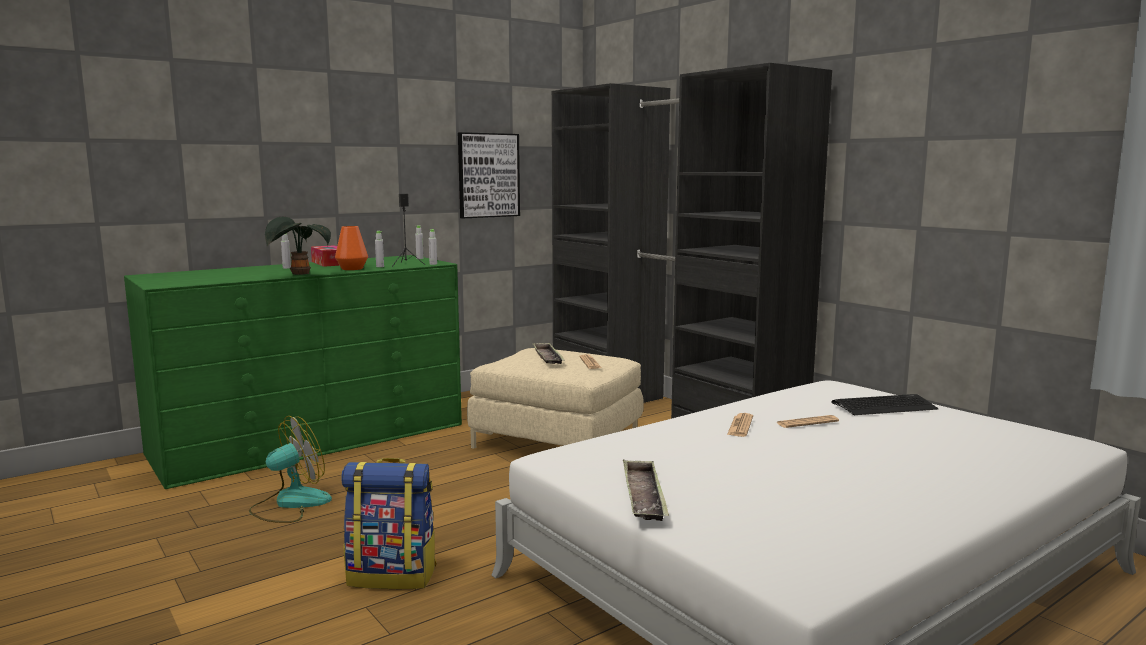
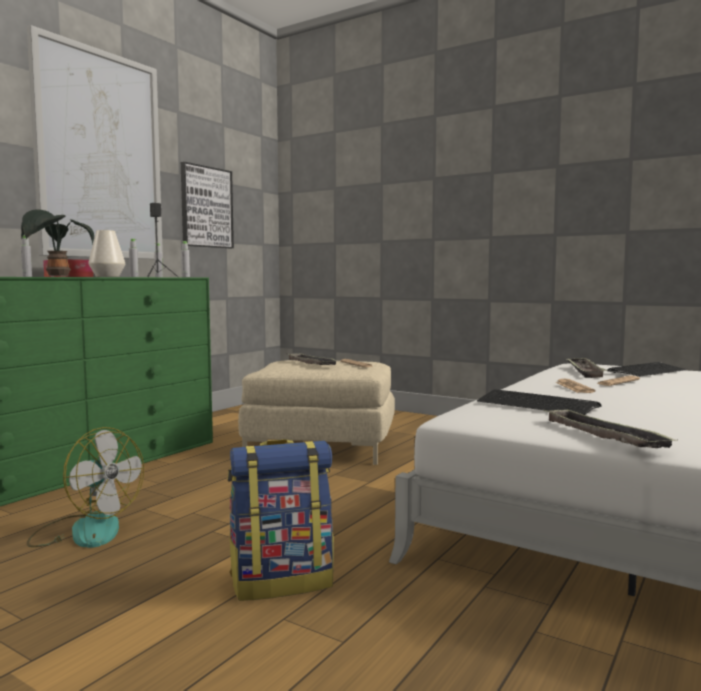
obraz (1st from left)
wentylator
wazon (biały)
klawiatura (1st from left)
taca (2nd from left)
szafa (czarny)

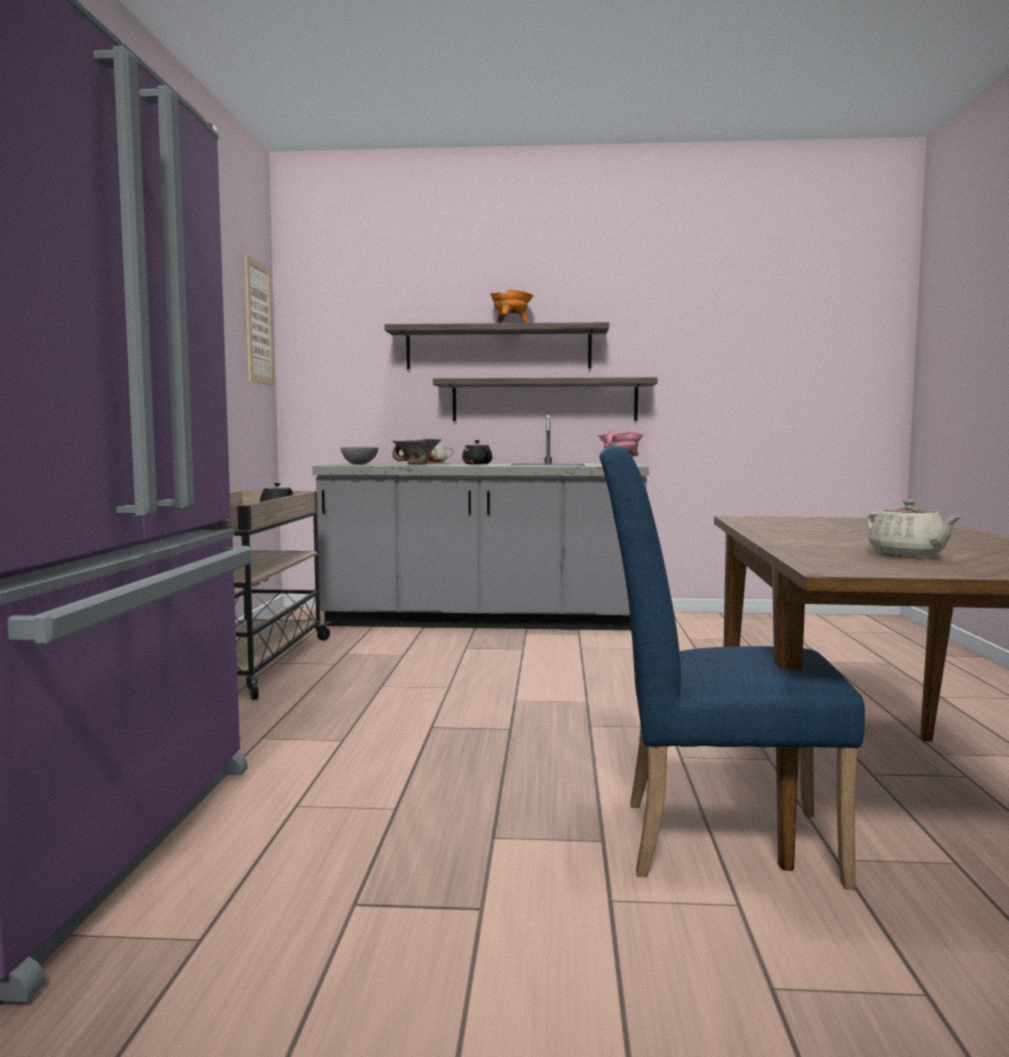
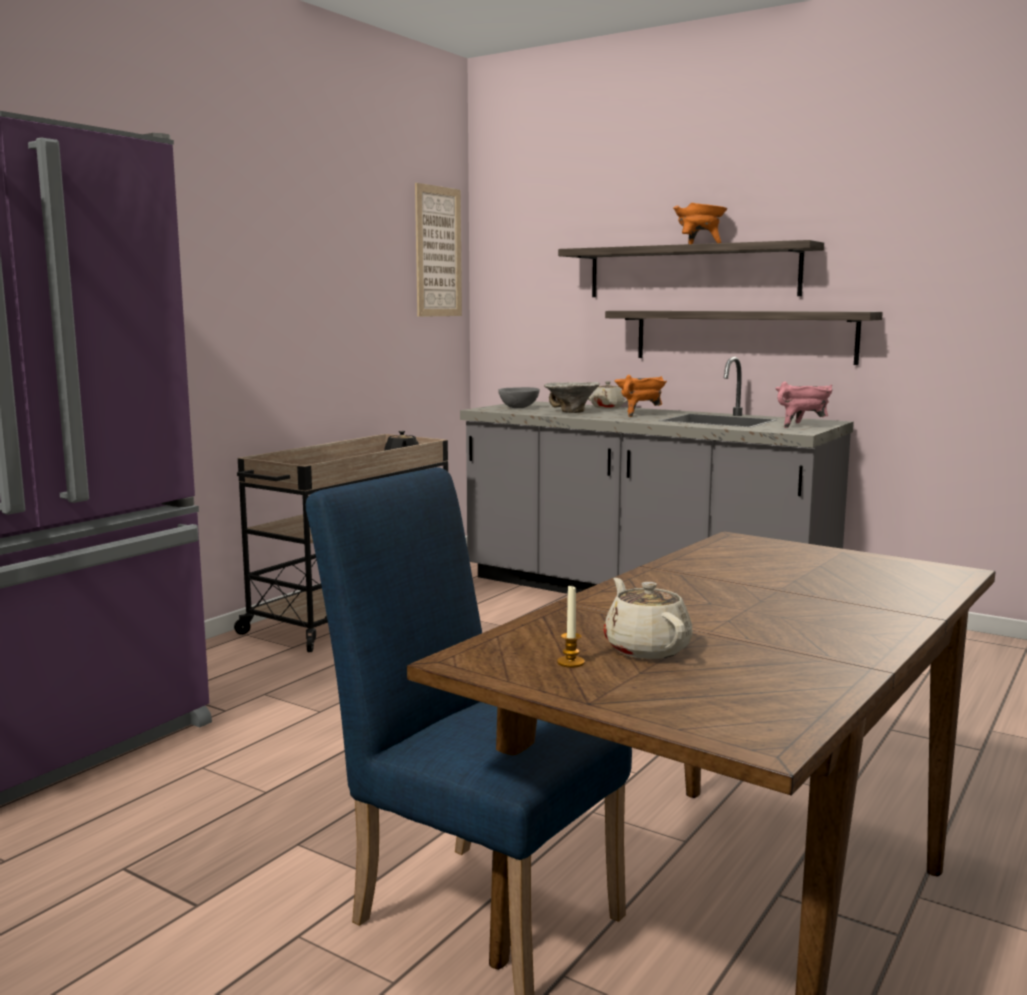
świeca
imbryk (beżowy) (2nd from left)
garnek (pomarańczowy) (1st from left)

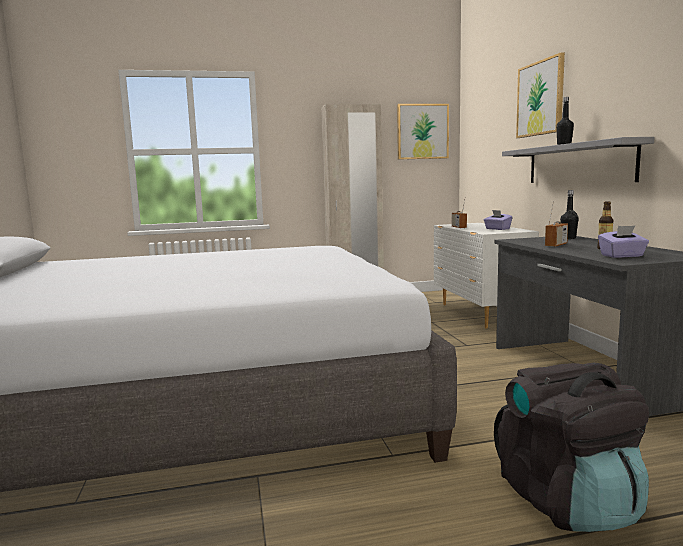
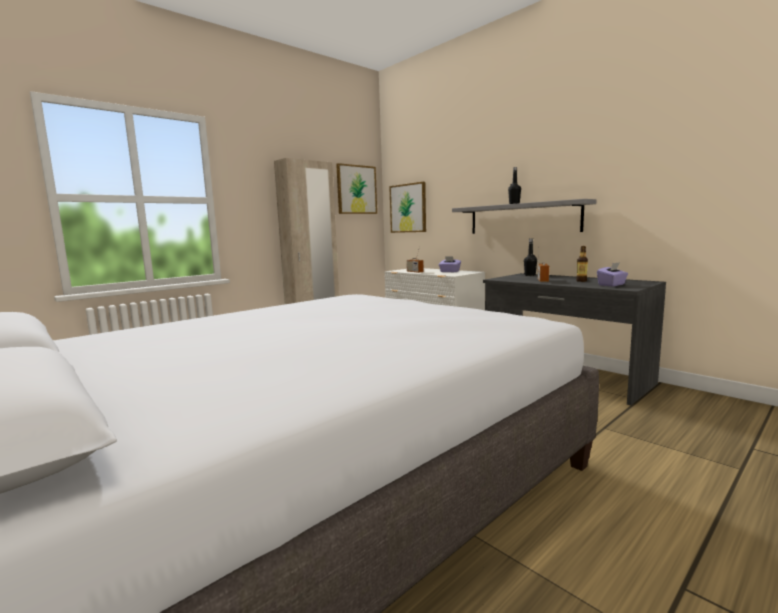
obraz (2nd from left)
plecak (czarny)

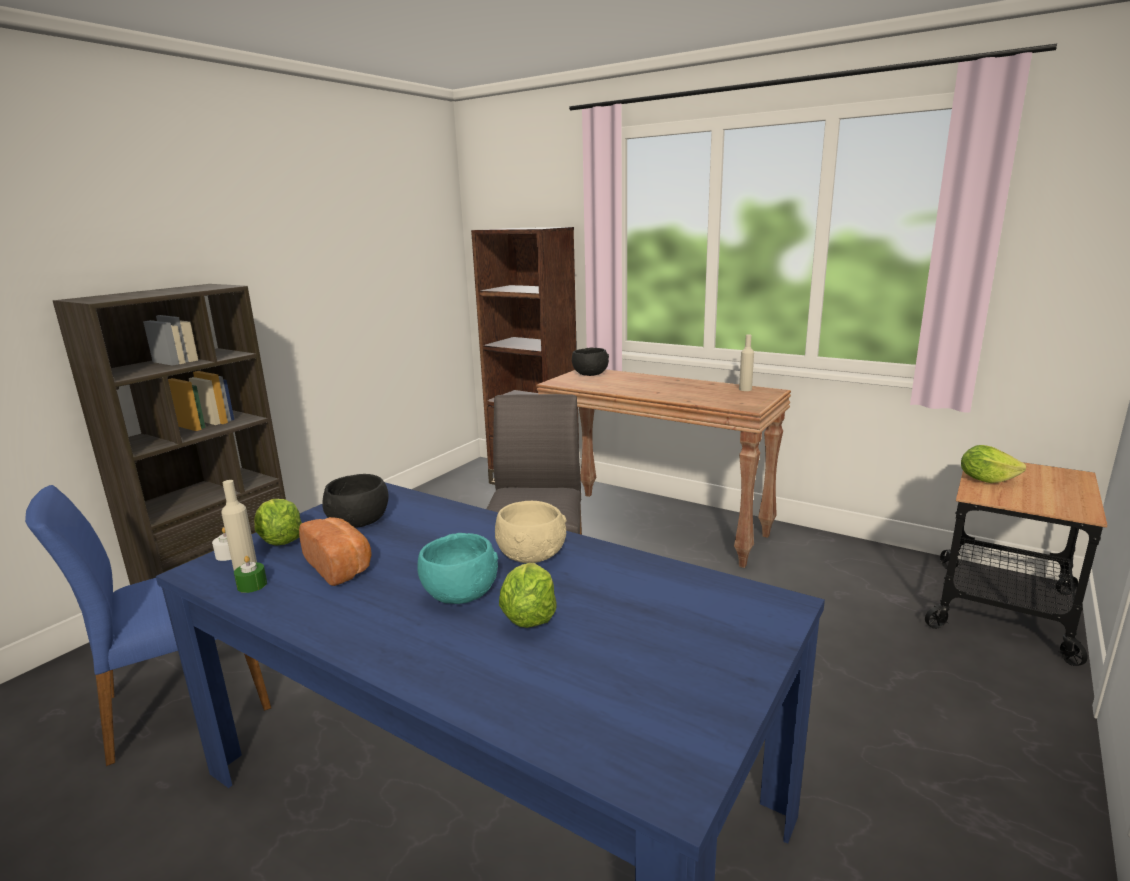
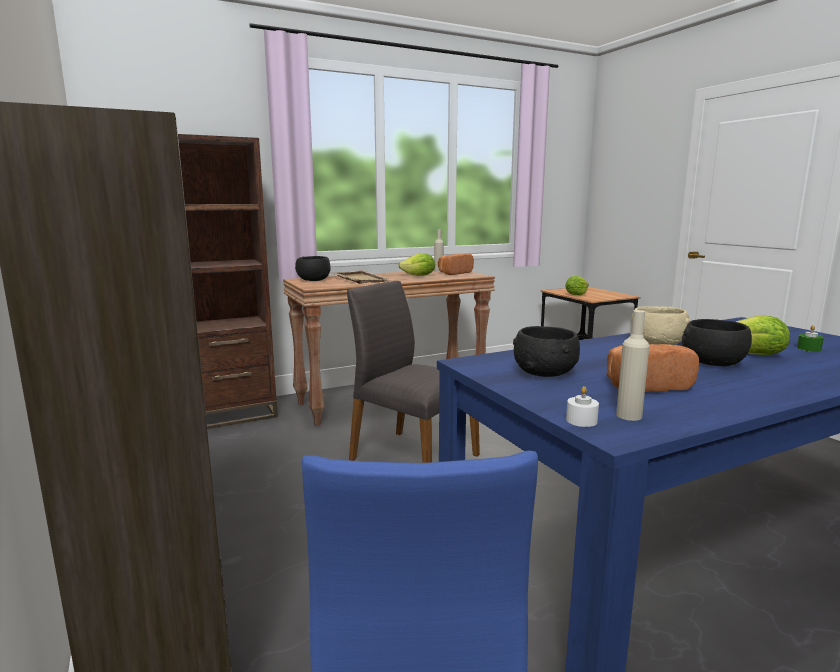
taca (beżowy)
sałata (1st from left)
chleb (1st from left)
miska (czarny) (3rd from left)
świeca (zielony)

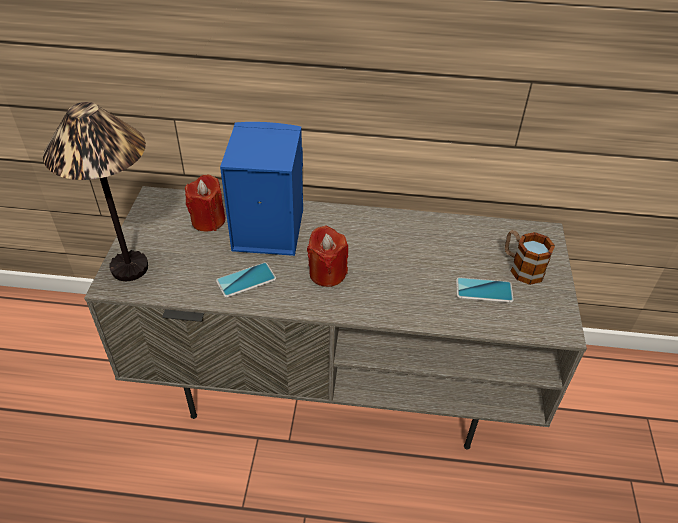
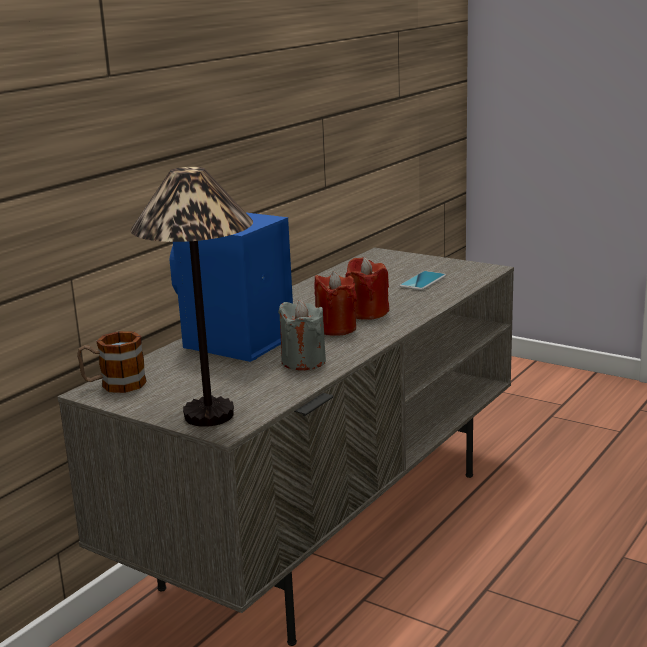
kubek
świeca (szary)
świeca (czerwony) (2nd from left)

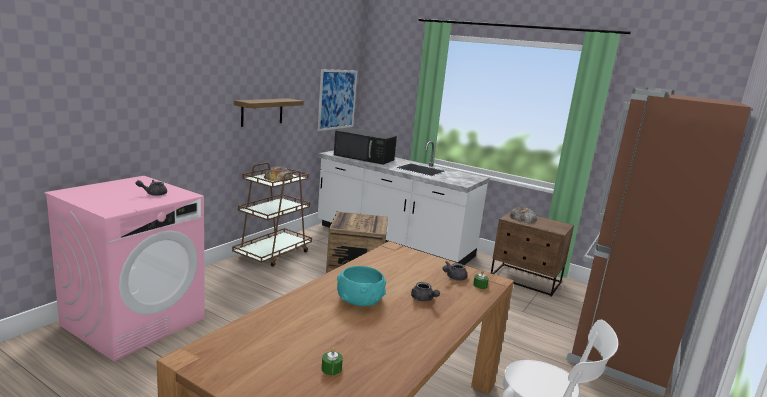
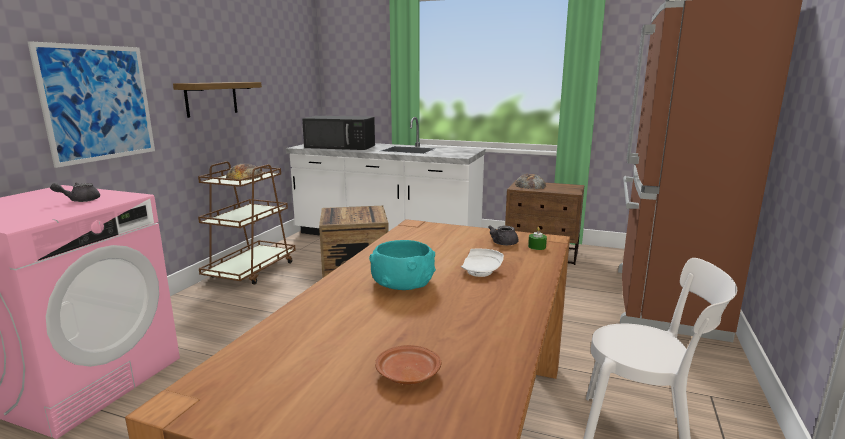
obraz
talerz (brązowy)
talerz (biały)

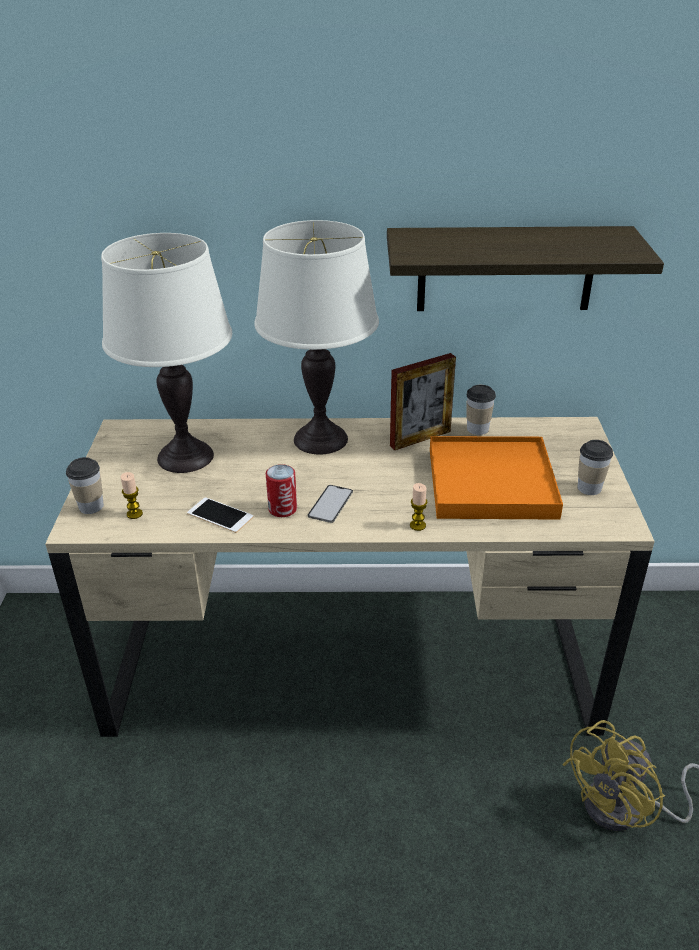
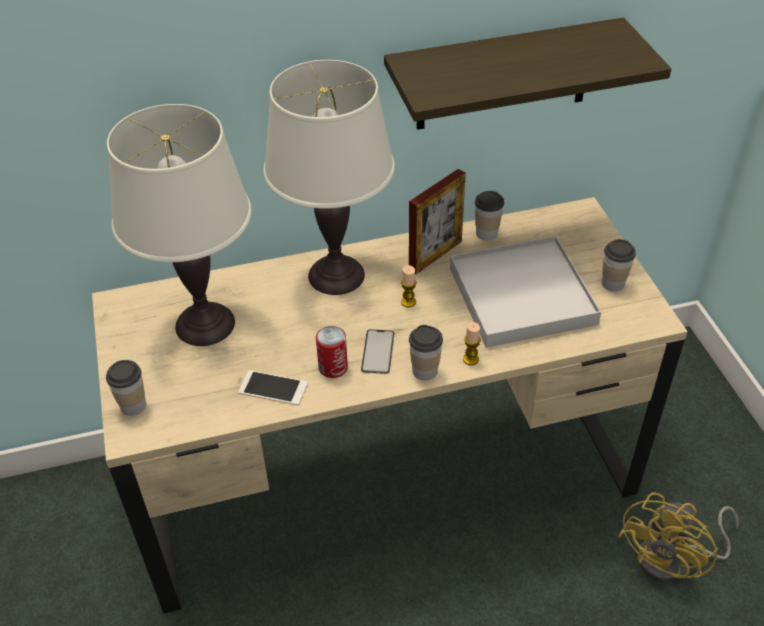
świeca (1st from left)
filiżanka (2nd from left)
taca (biały)

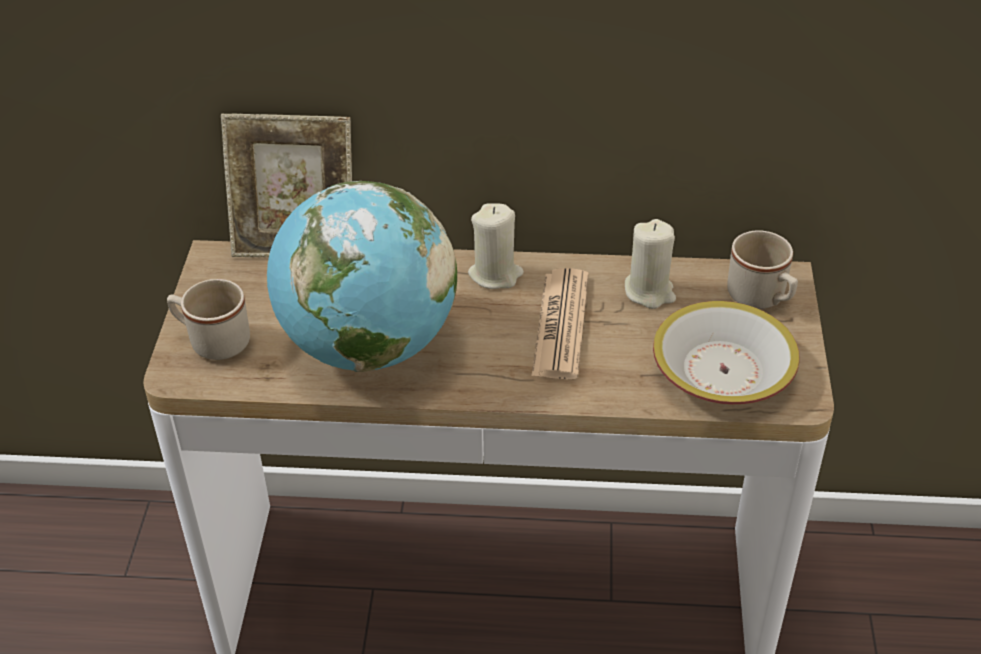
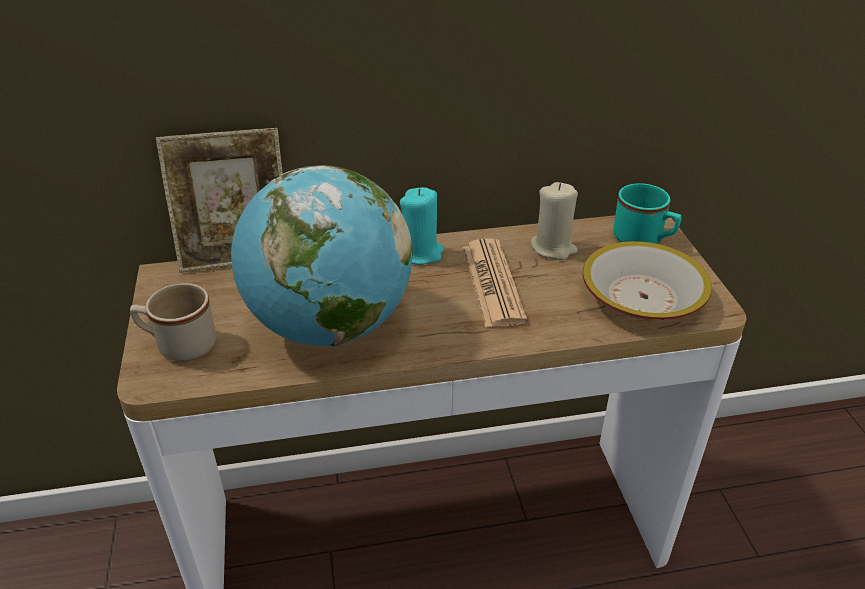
świeca (turkusowy)
kubek (turkusowy)

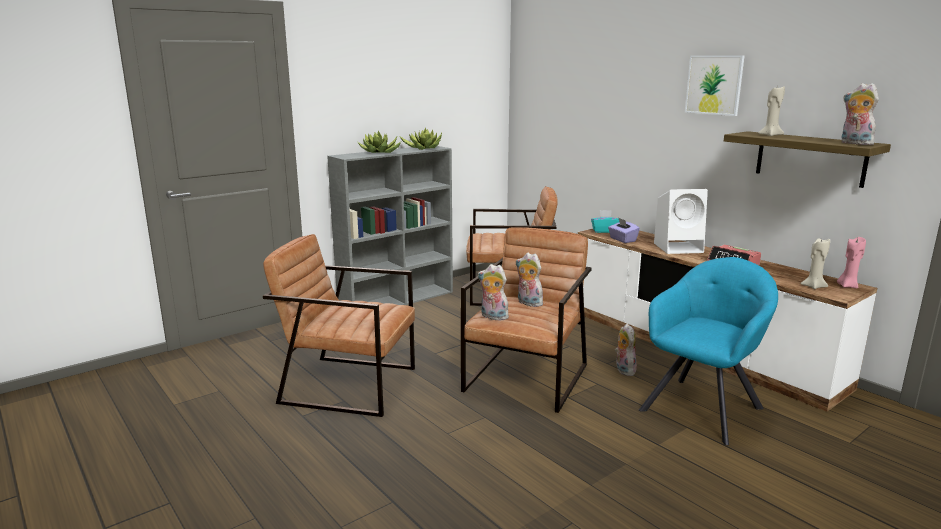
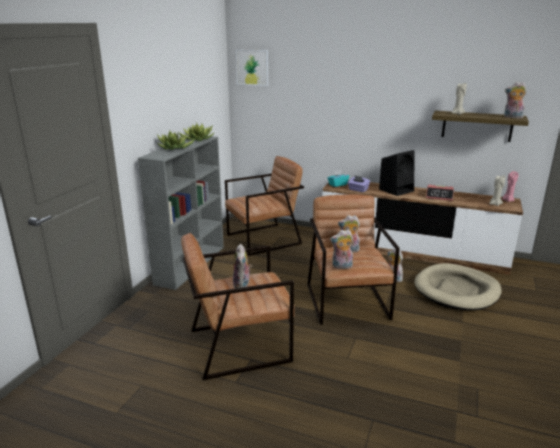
pluszak (1st from left)
obraz
głośnik (czarny)
legowisko (beżowy)

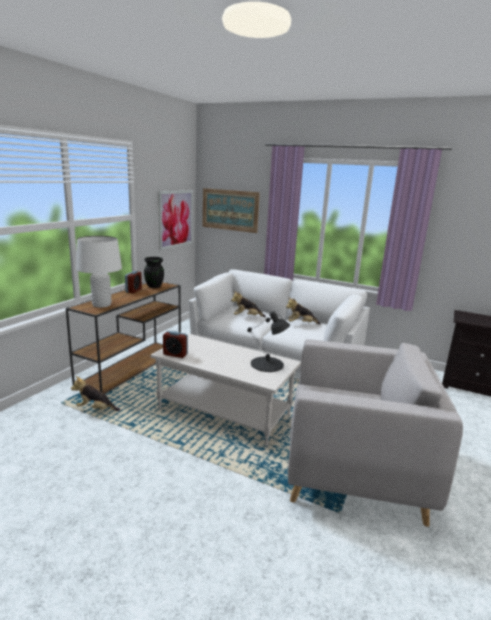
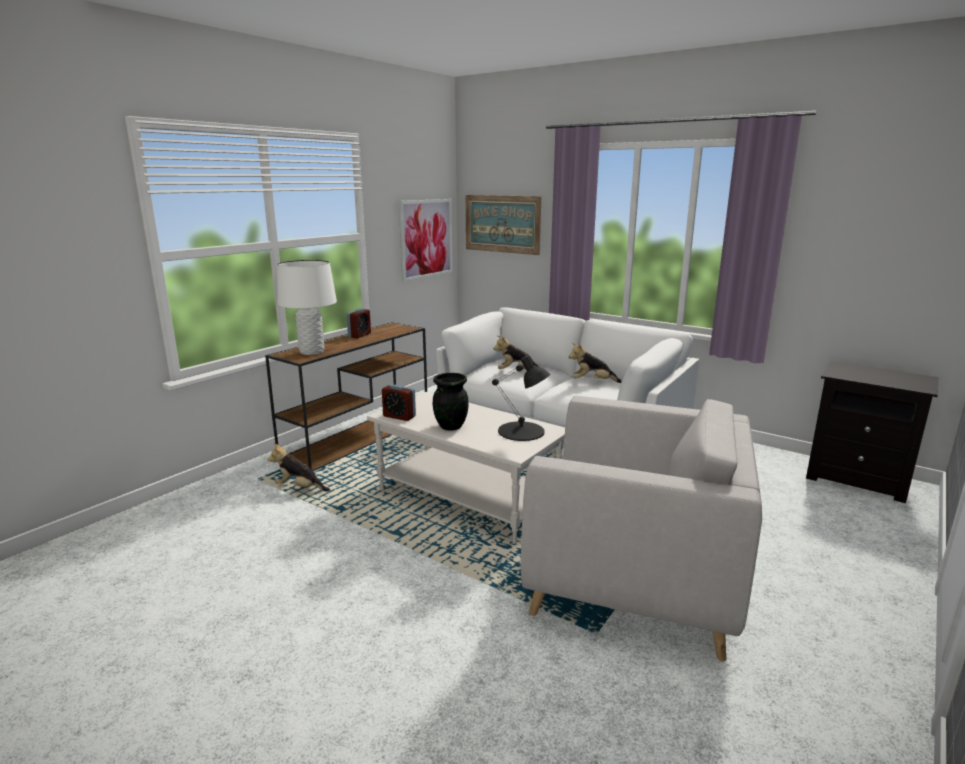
wazon (czarny)

